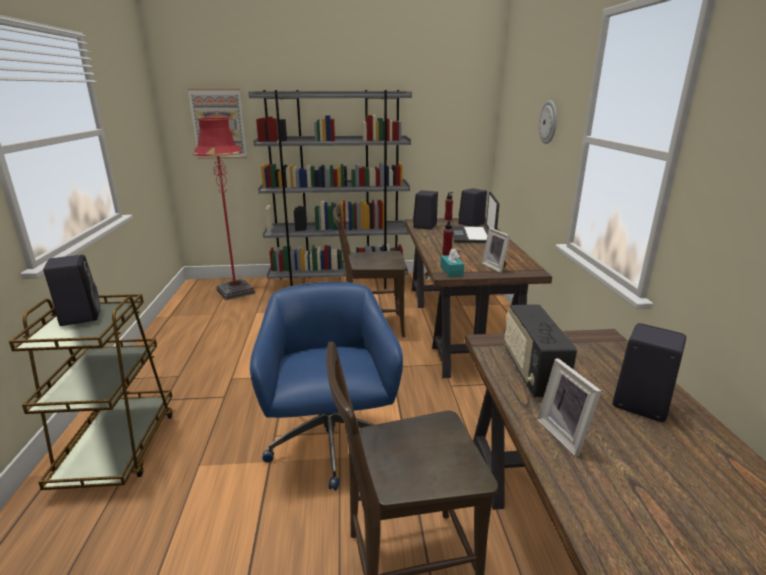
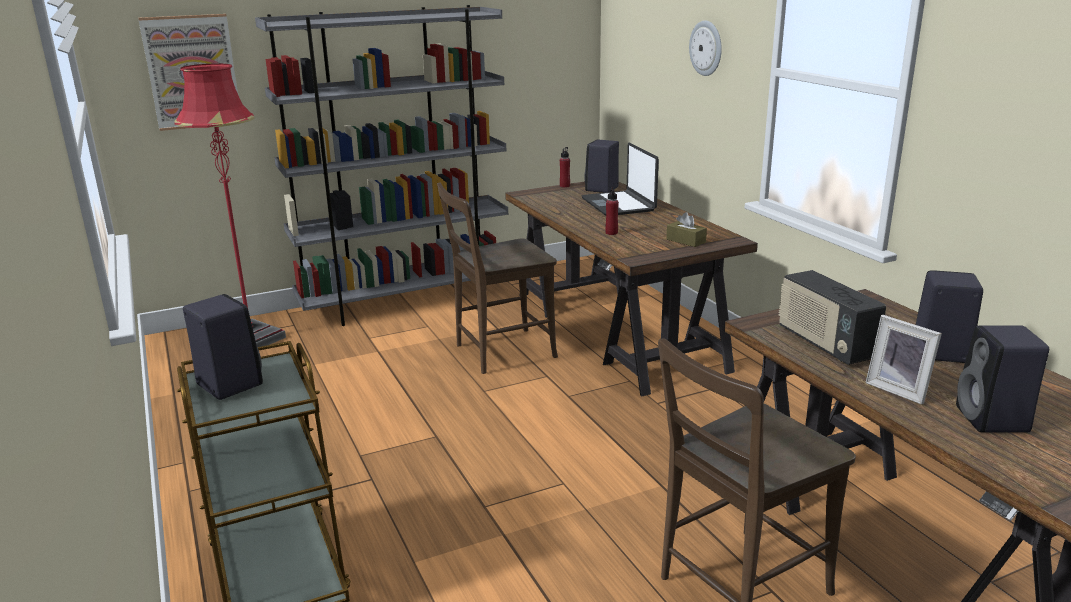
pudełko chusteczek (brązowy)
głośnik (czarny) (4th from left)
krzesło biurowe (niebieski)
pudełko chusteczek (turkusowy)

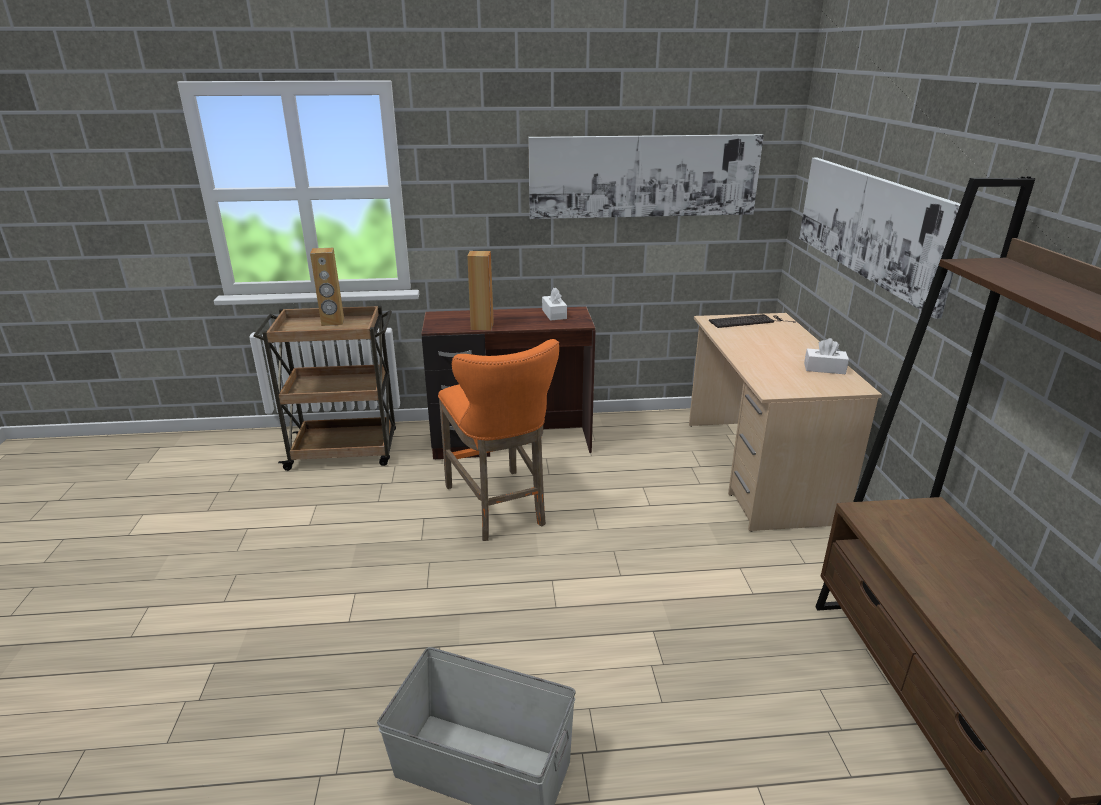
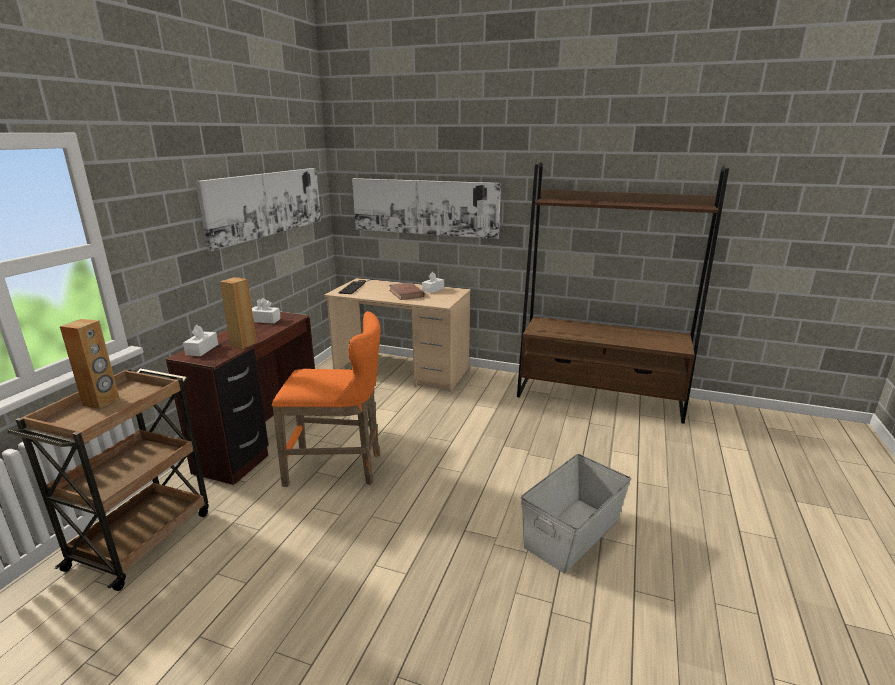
pudełko chusteczek (biały) (1st from left)
książka (brązowy)

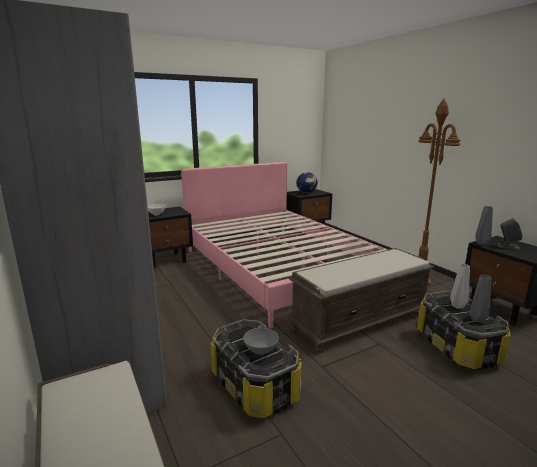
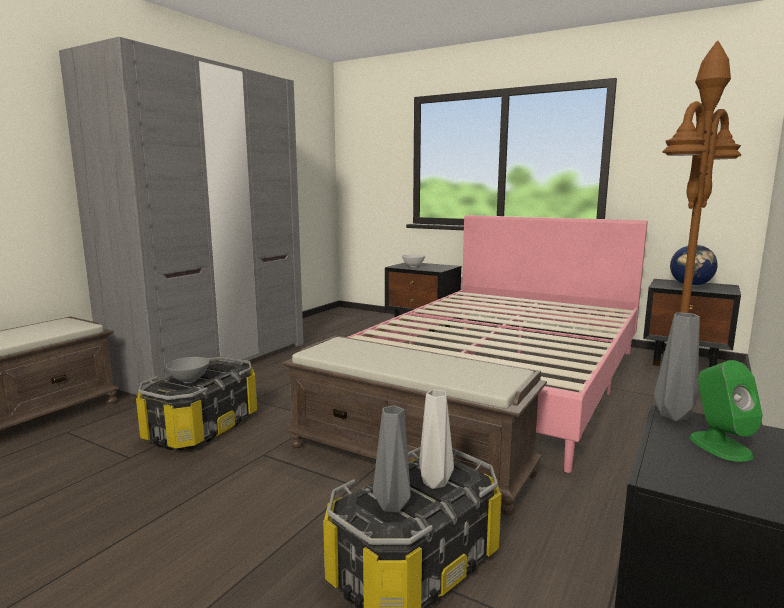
głośnik (zielony)

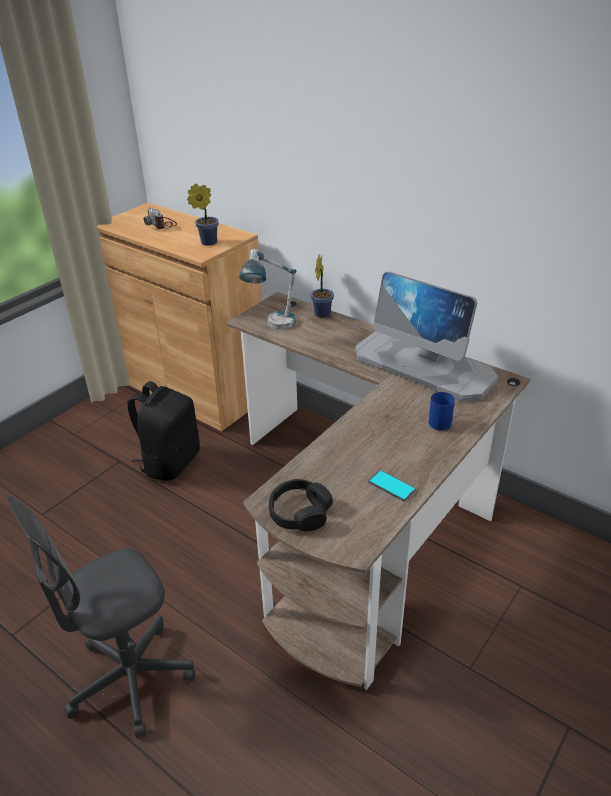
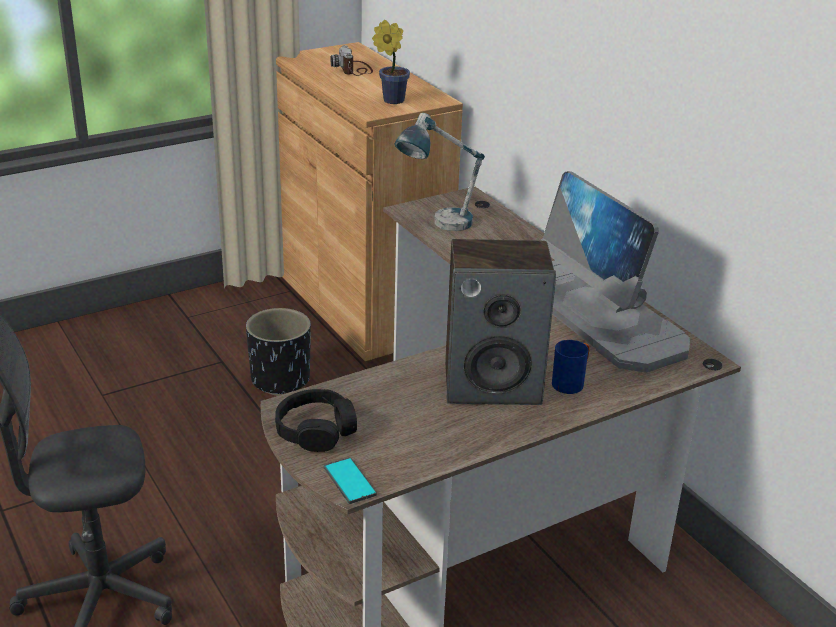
donica (czarny)
telefon
głośnik
roślina doniczkowa (2nd from left in the first image)

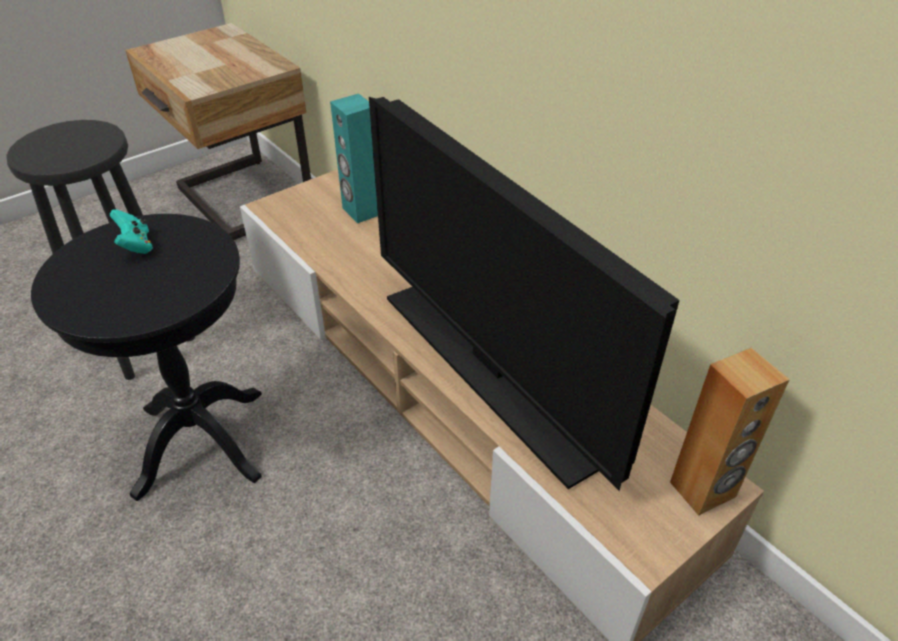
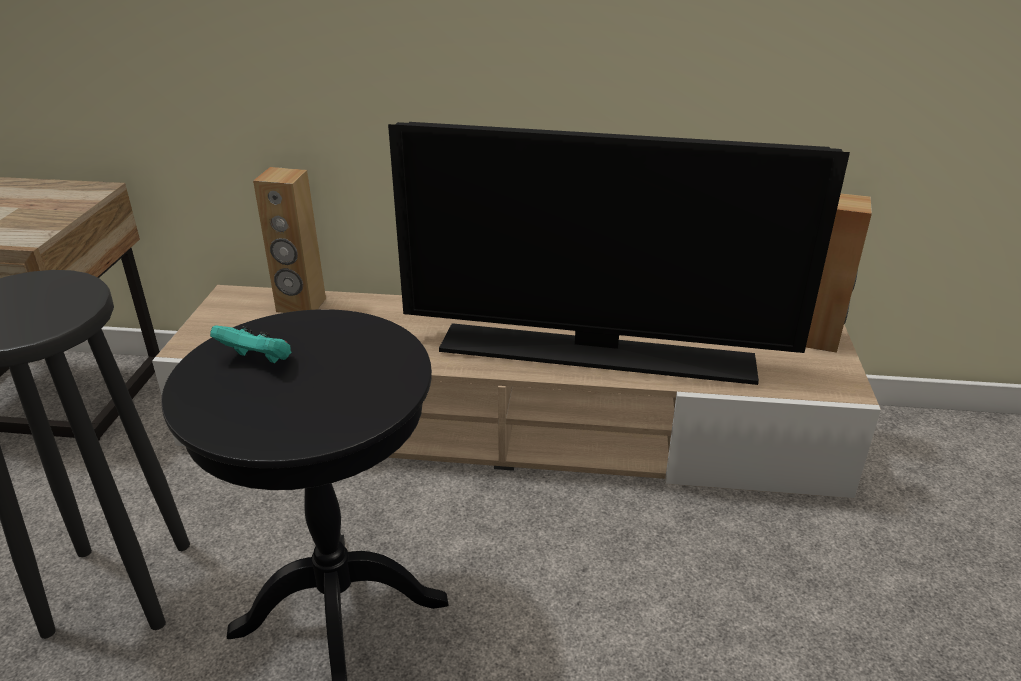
głośnik (brązowy) (1st from left)

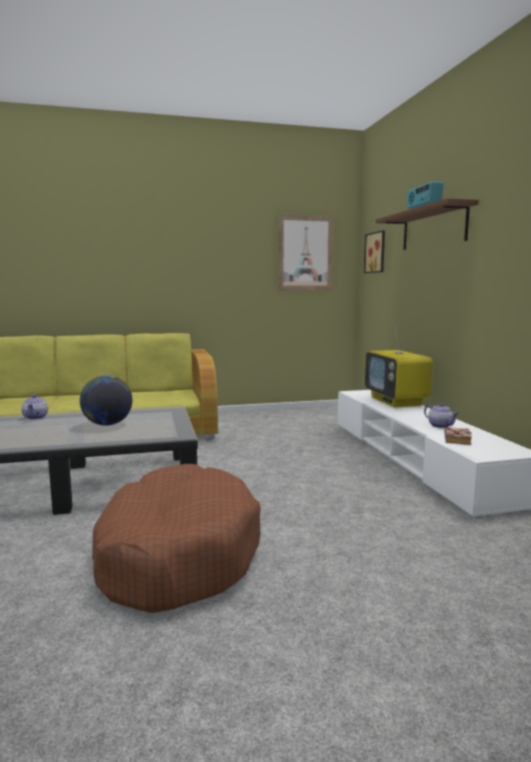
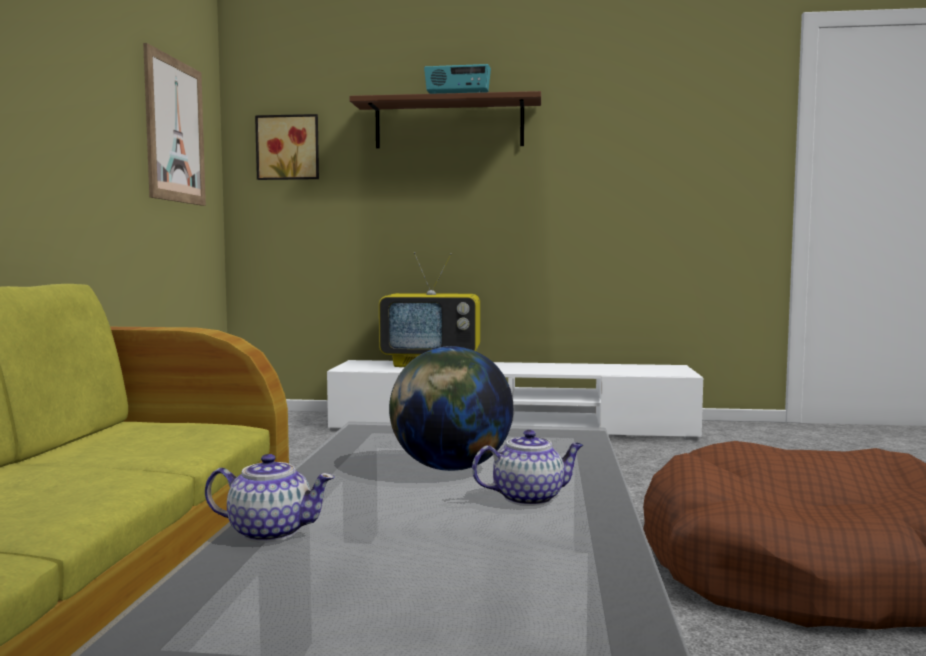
imbryk (2nd from left)
książka

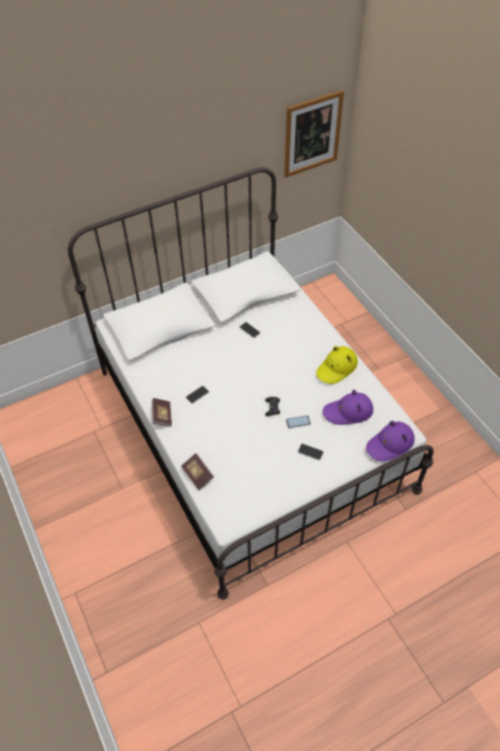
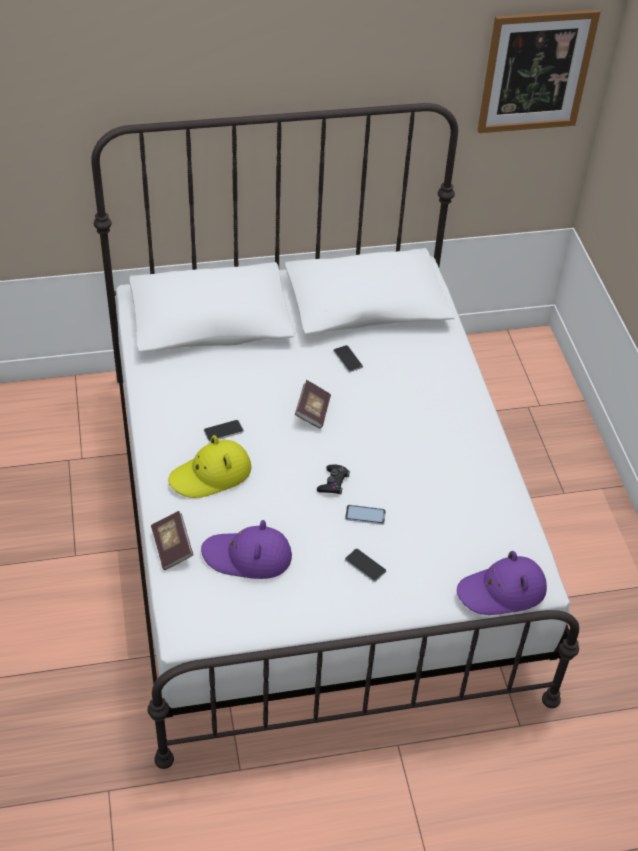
kapelusz (żółty)
kapelusz (fioletowy) (1st from left)
książka (2nd from left)

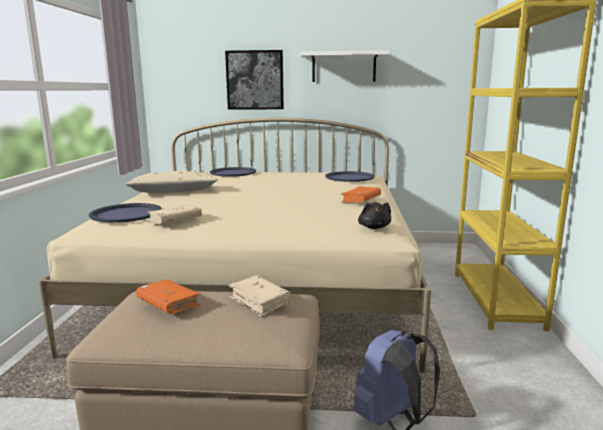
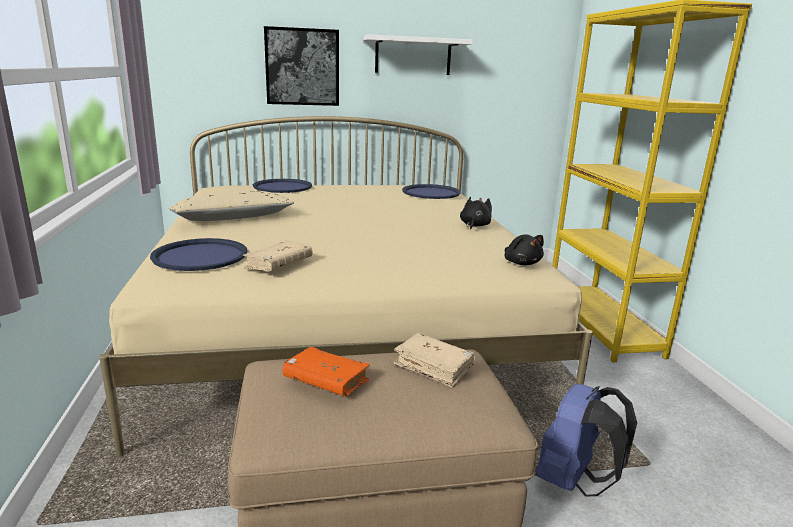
pluszak (czarny) (1st from left)

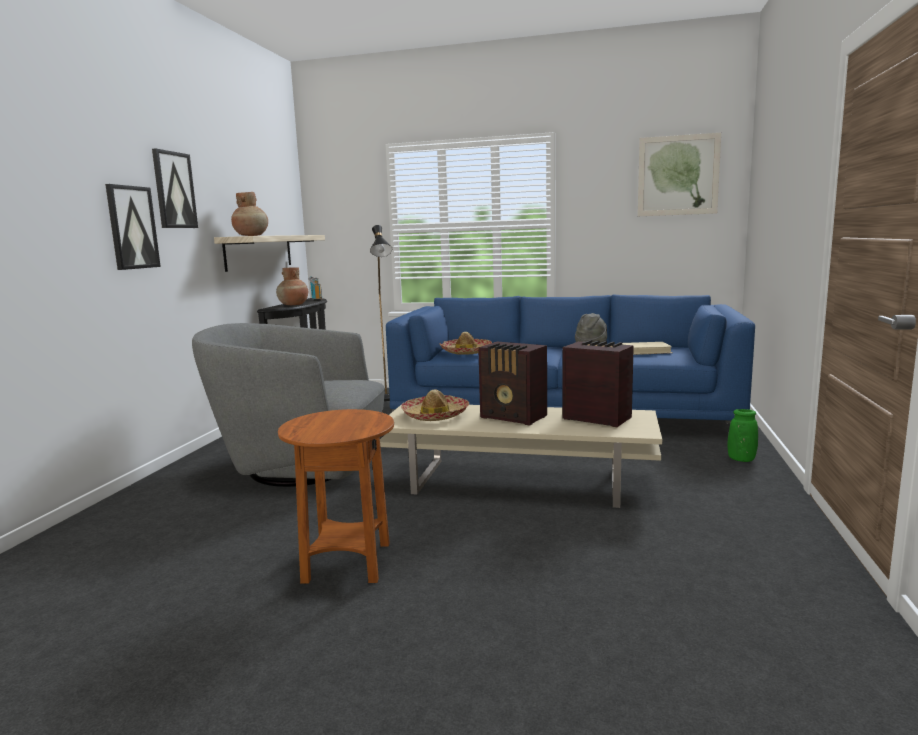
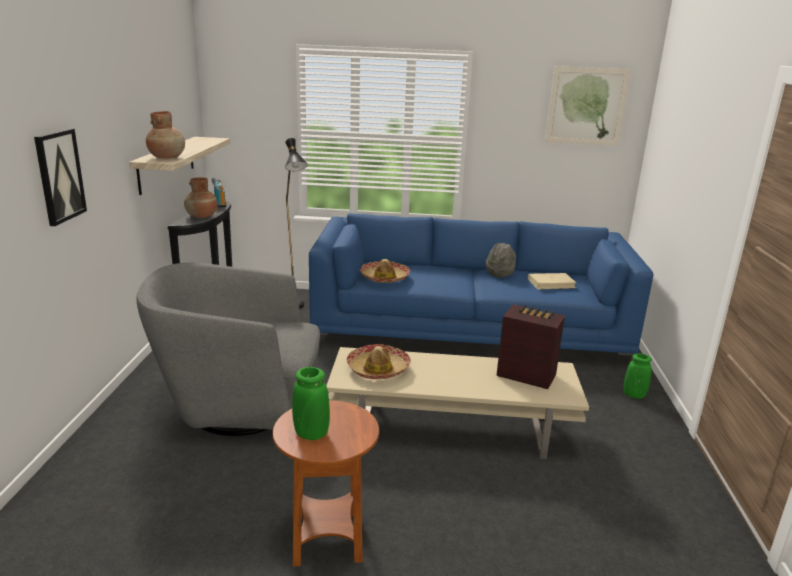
wazon (zielony) (1st from left)
obraz (2nd from left in the first image)
radio (2nd from left in the first image)

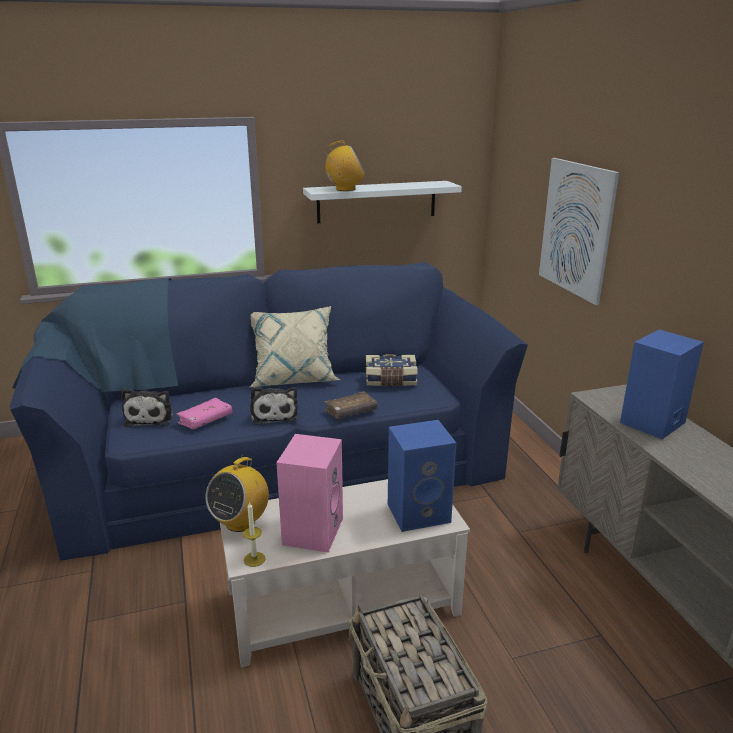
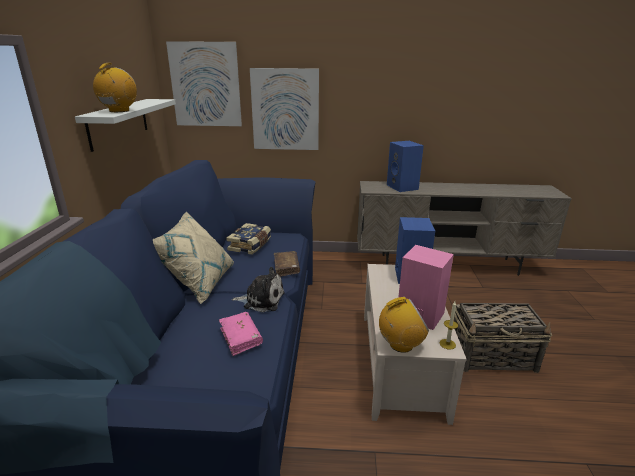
obraz (1st from left)
radio (2nd from left)
pluszak (1st from left in the first image)

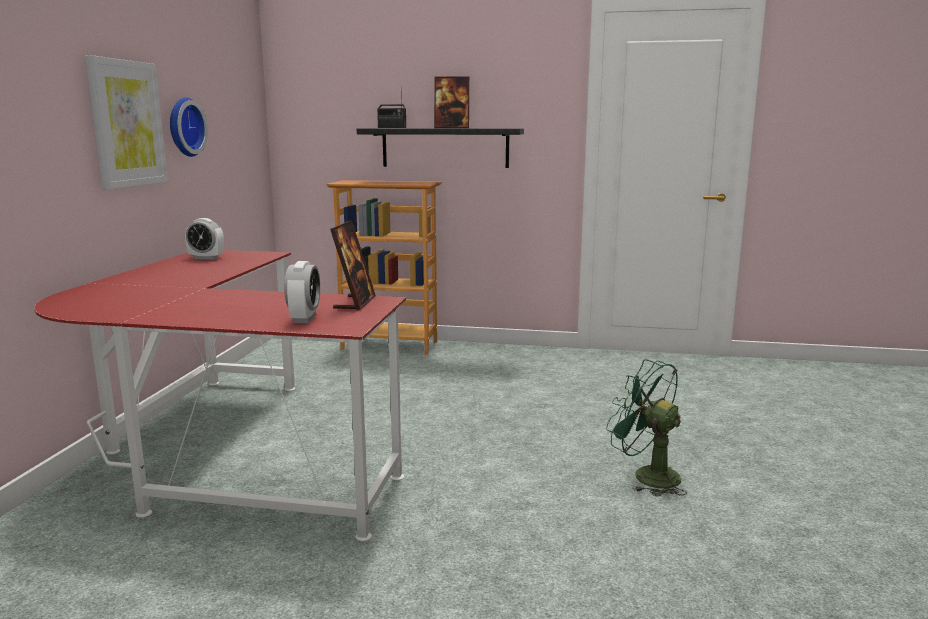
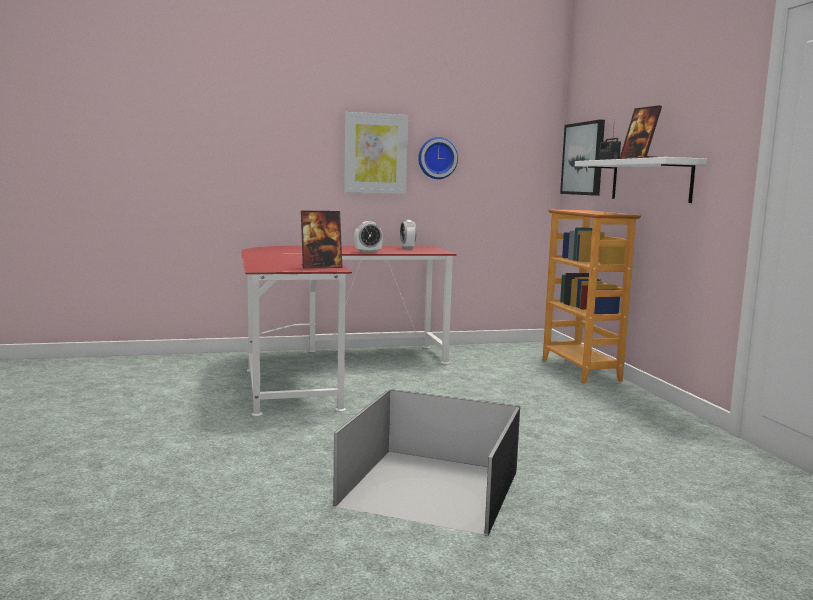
pojemnik do przechowywania (czarny)
budzik (1st from left)
obraz (2nd from left)
półka (biały)

